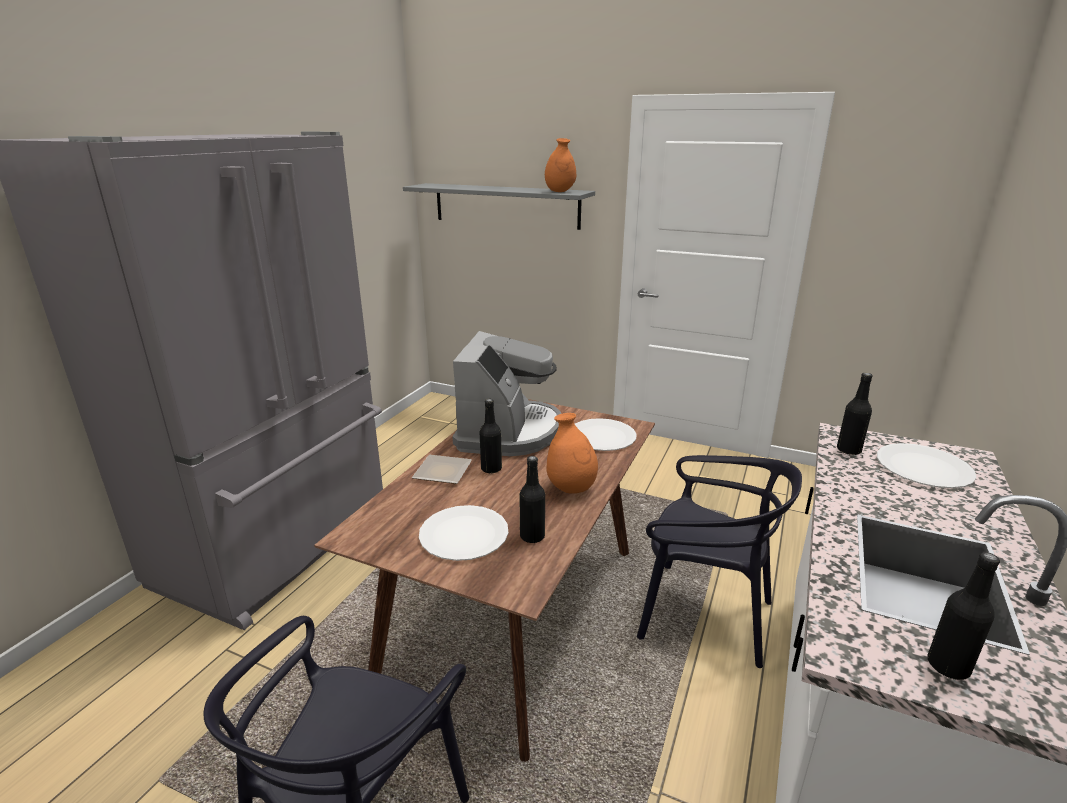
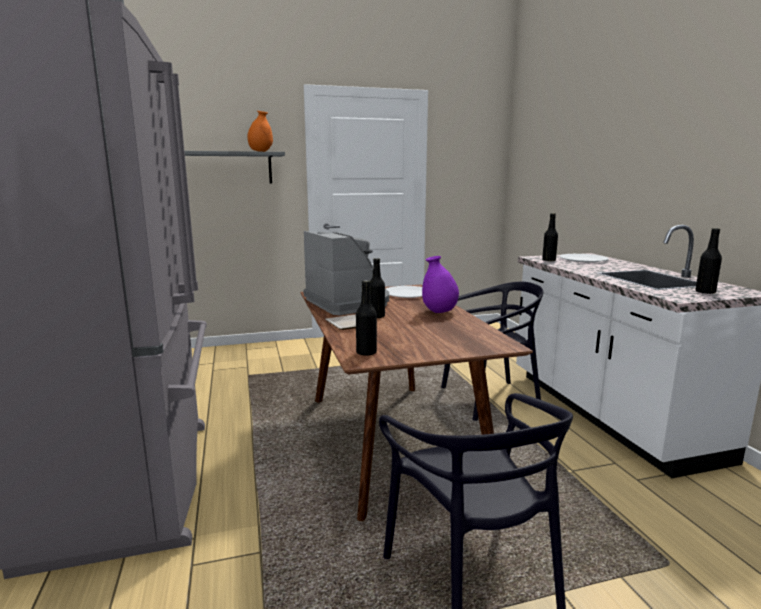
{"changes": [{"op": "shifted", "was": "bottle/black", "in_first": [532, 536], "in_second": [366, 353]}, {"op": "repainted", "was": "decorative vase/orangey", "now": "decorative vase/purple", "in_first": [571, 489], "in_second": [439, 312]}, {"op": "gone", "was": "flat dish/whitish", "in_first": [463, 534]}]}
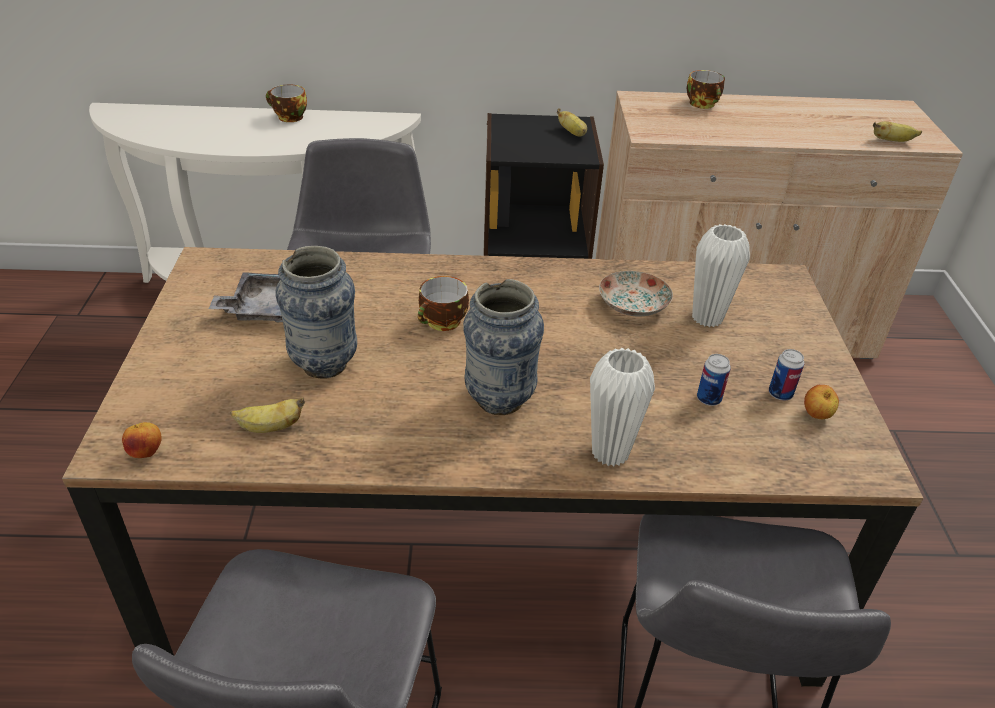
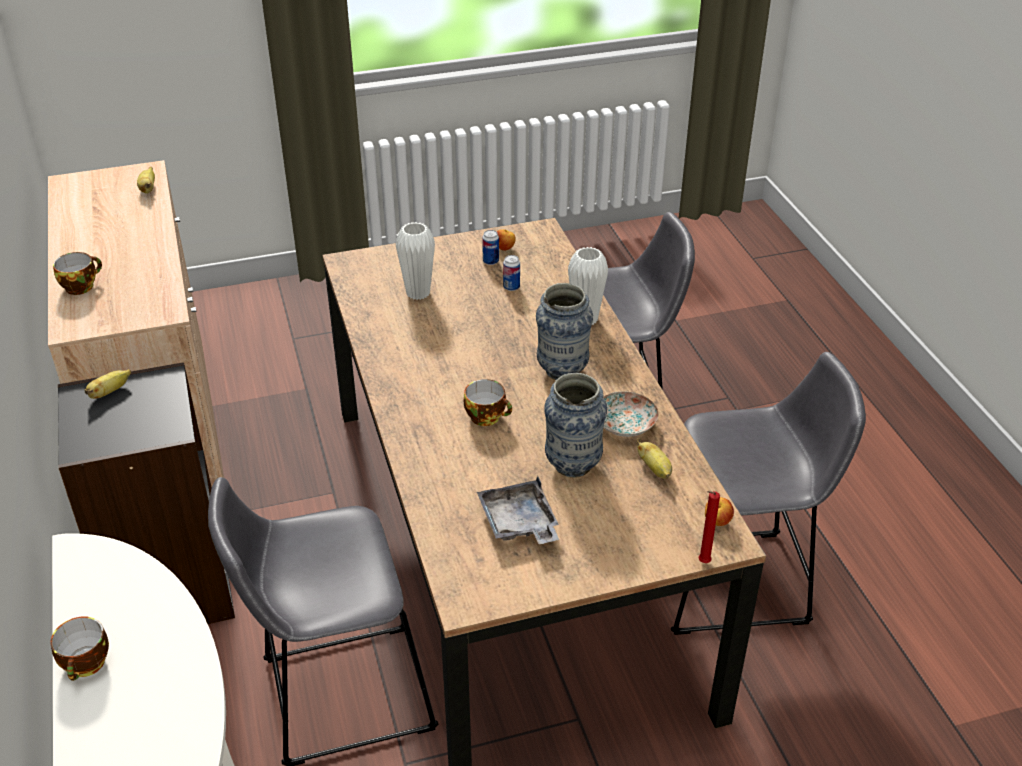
{"changes": [{"op": "shifted", "was": "flat dish", "in_first": [632, 306], "in_second": [625, 424]}, {"op": "new", "now": "wax candle/reddish", "in_second": [702, 563]}]}
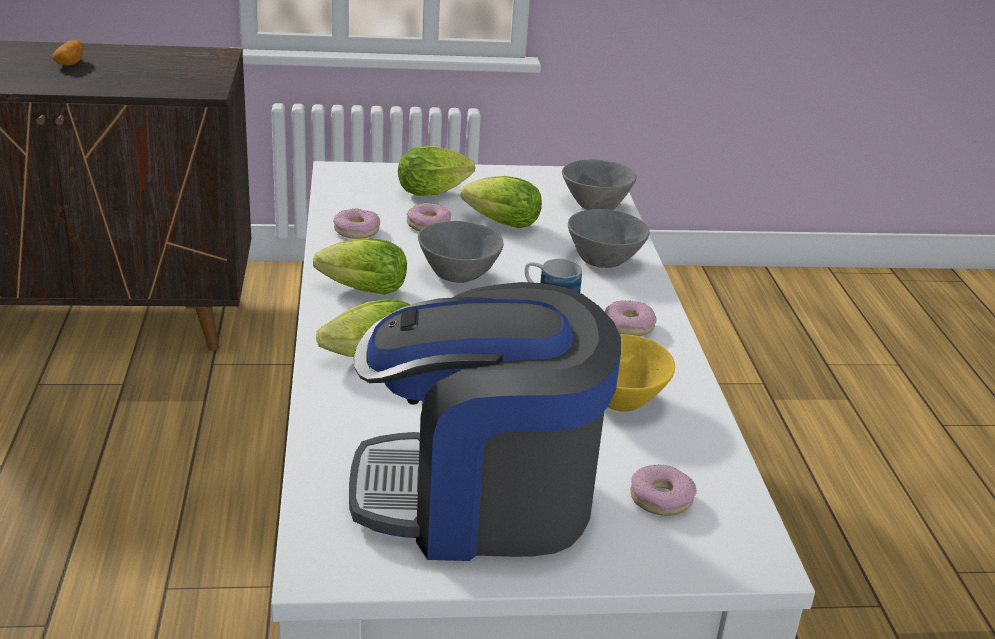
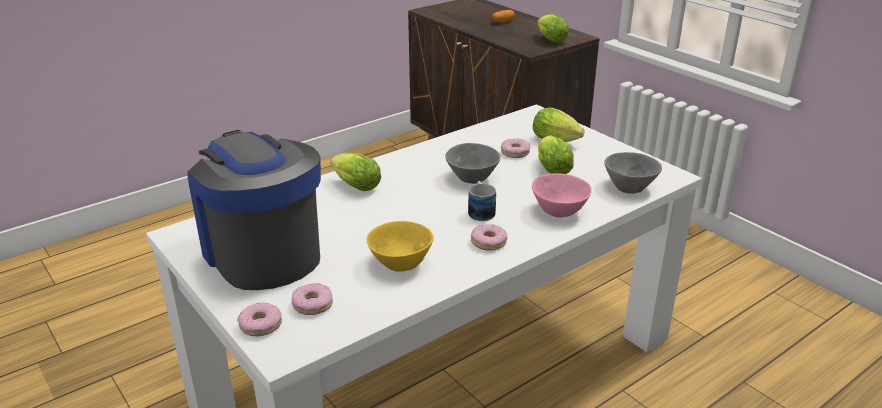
{"changes": [{"op": "shifted", "was": "donut", "in_first": [356, 230], "in_second": [260, 325]}, {"op": "repainted", "was": "serving bowl/greyish", "now": "serving bowl/pink", "in_first": [605, 261], "in_second": [558, 212]}, {"op": "shifted", "was": "lettuce", "in_first": [359, 290], "in_second": [549, 39]}]}
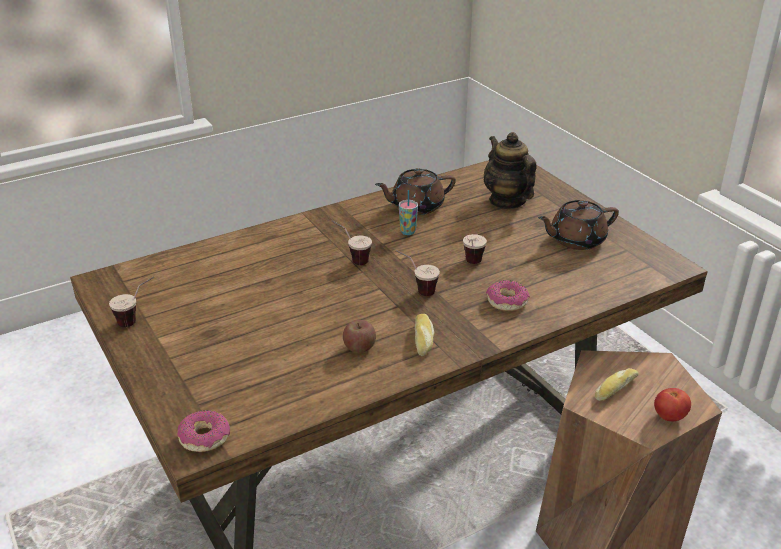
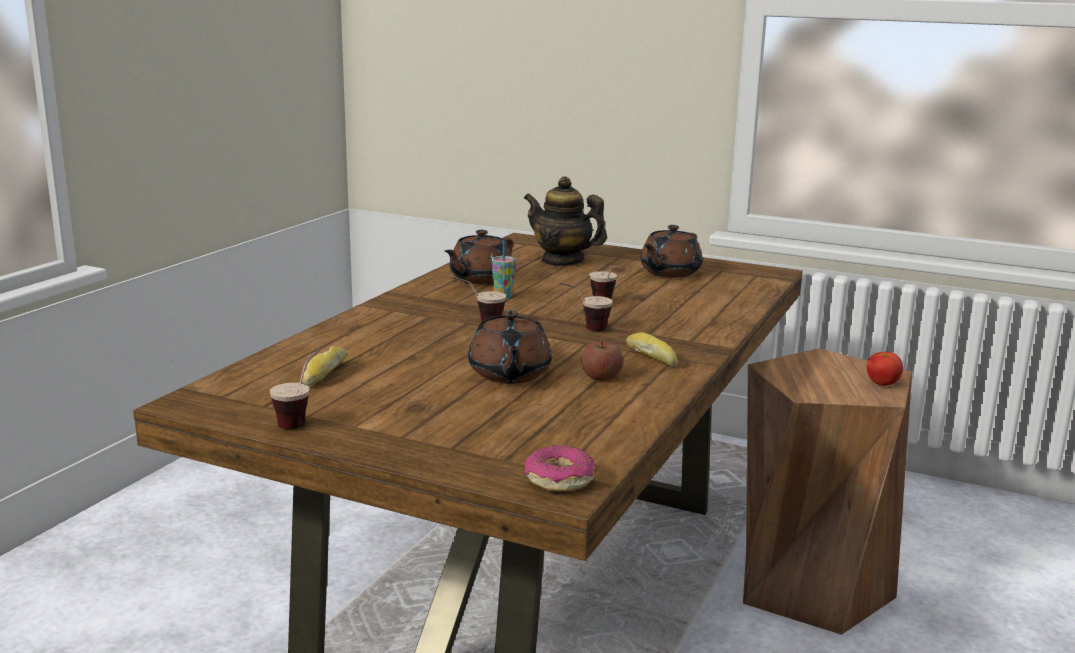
{"changes": [{"op": "shifted", "was": "bakery bread", "in_first": [614, 388], "in_second": [323, 374]}, {"op": "new", "now": "teapot/brown", "in_second": [509, 374]}, {"op": "gone", "was": "donut", "in_first": [507, 301]}]}
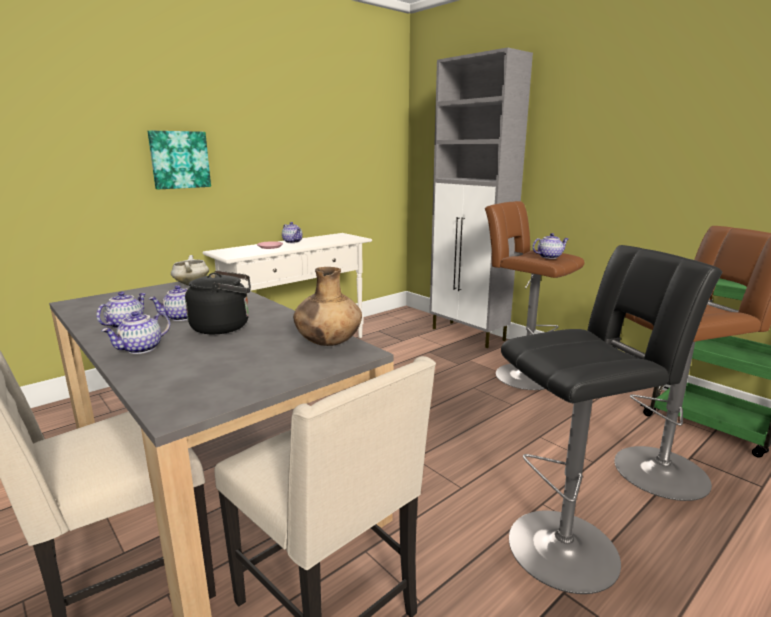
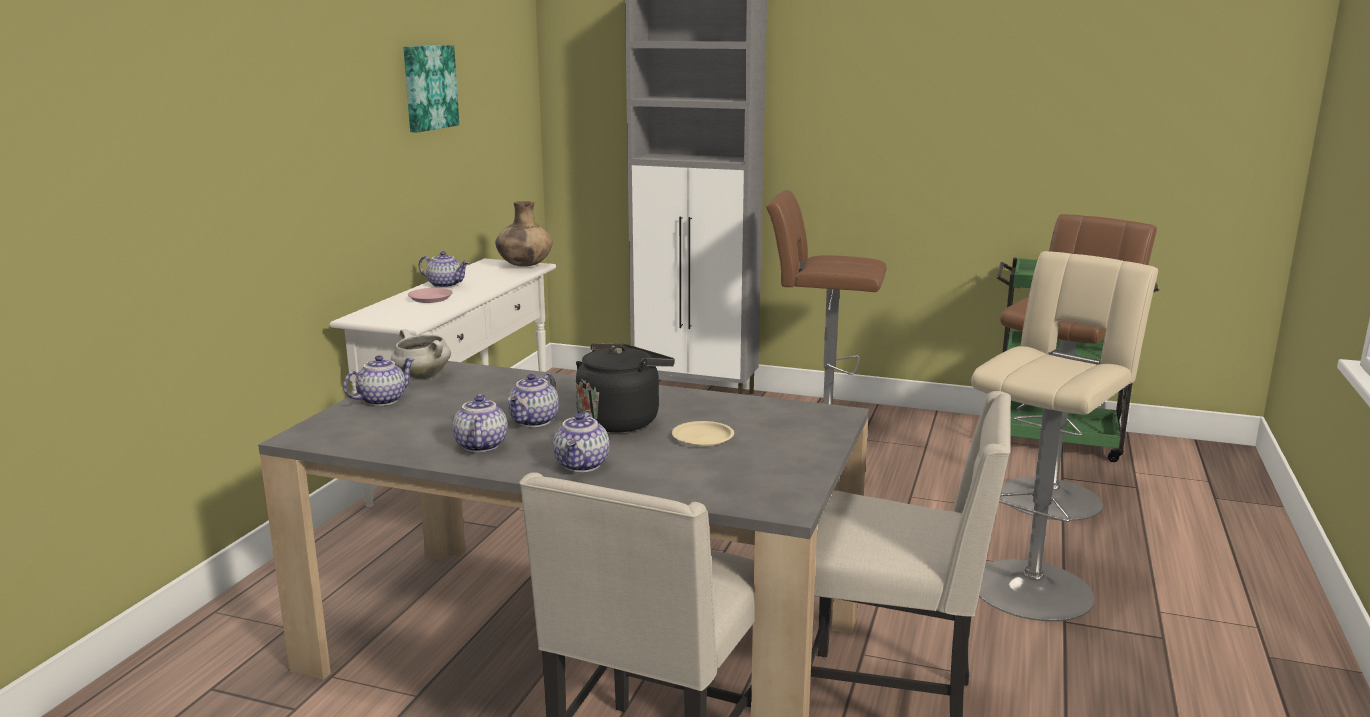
{"changes": [{"op": "shifted", "was": "teapot", "in_first": [549, 257], "in_second": [382, 400]}, {"op": "shifted", "was": "wall art", "in_first": [179, 160], "in_second": [428, 87]}, {"op": "shifted", "was": "decorative vase/brown", "in_first": [328, 343], "in_second": [524, 266]}, {"op": "new", "now": "flat dish/beige", "in_second": [703, 438]}, {"op": "repainted", "was": "stool/black", "now": "stool/beige", "in_first": [569, 546], "in_second": [1035, 585]}]}
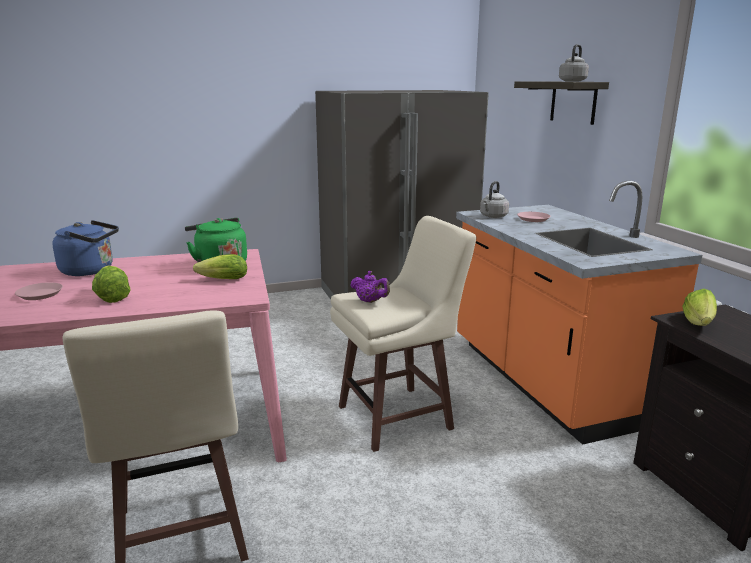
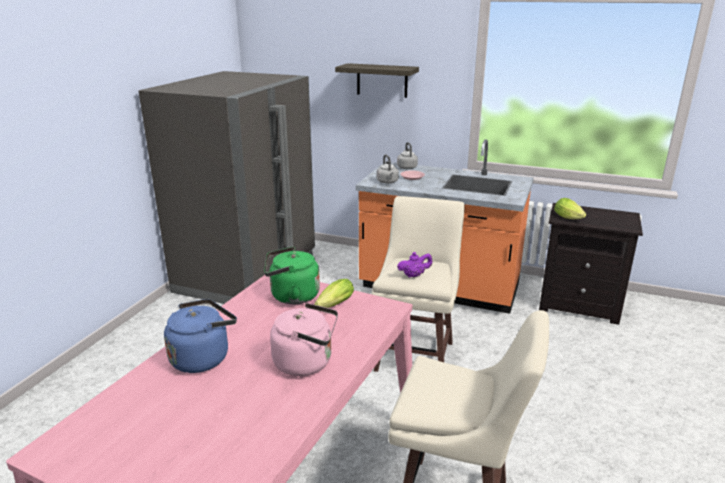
{"changes": [{"op": "swapped", "was": "lettuce", "now": "tea kettle/pink", "in_first": [112, 297], "in_second": [307, 362]}, {"op": "shifted", "was": "tea kettle/greyish", "in_first": [573, 81], "in_second": [406, 167]}, {"op": "gone", "was": "flat dish/pink", "in_first": [40, 294]}]}
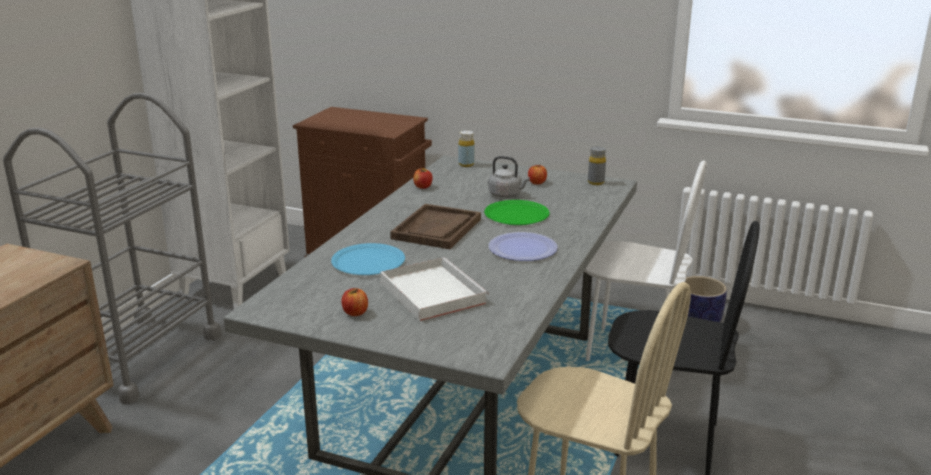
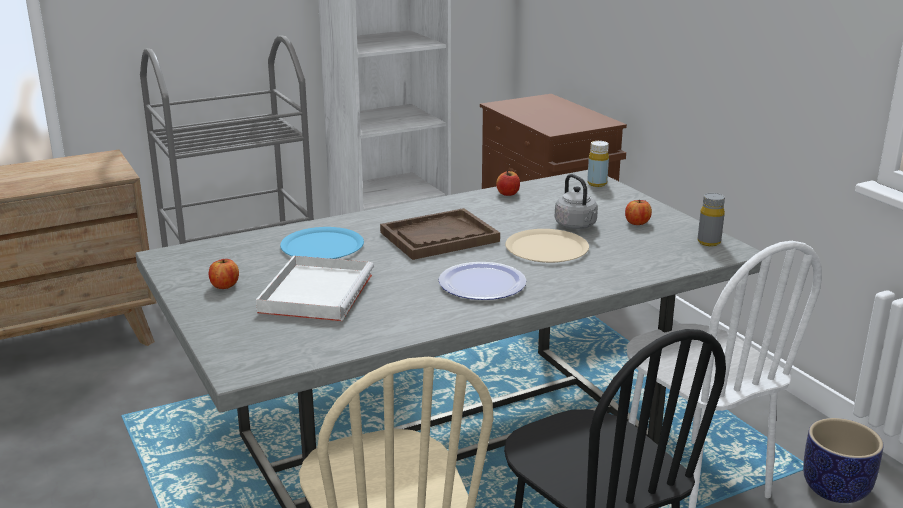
{"changes": [{"op": "repainted", "was": "flat dish/green", "now": "flat dish/beige", "in_first": [516, 214], "in_second": [547, 248]}]}
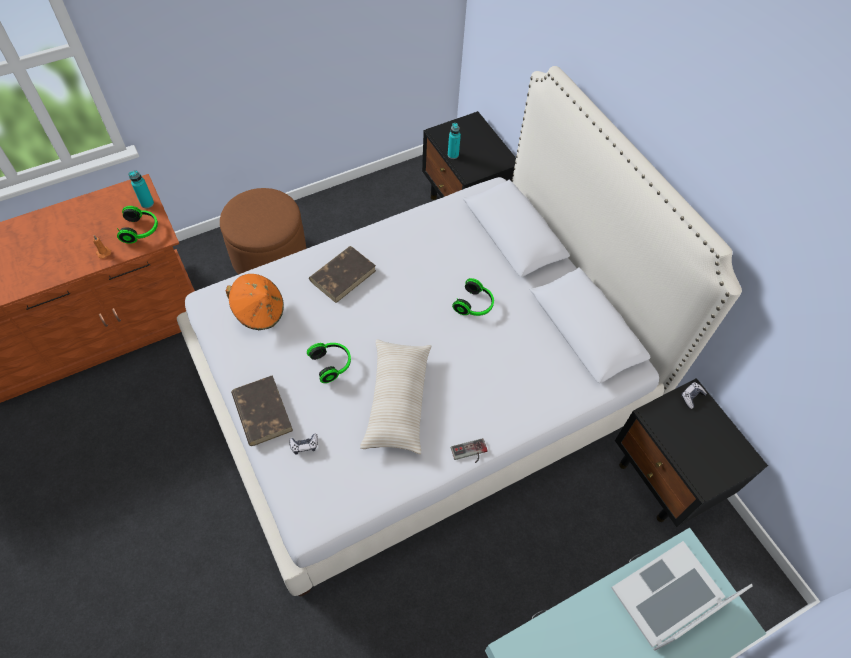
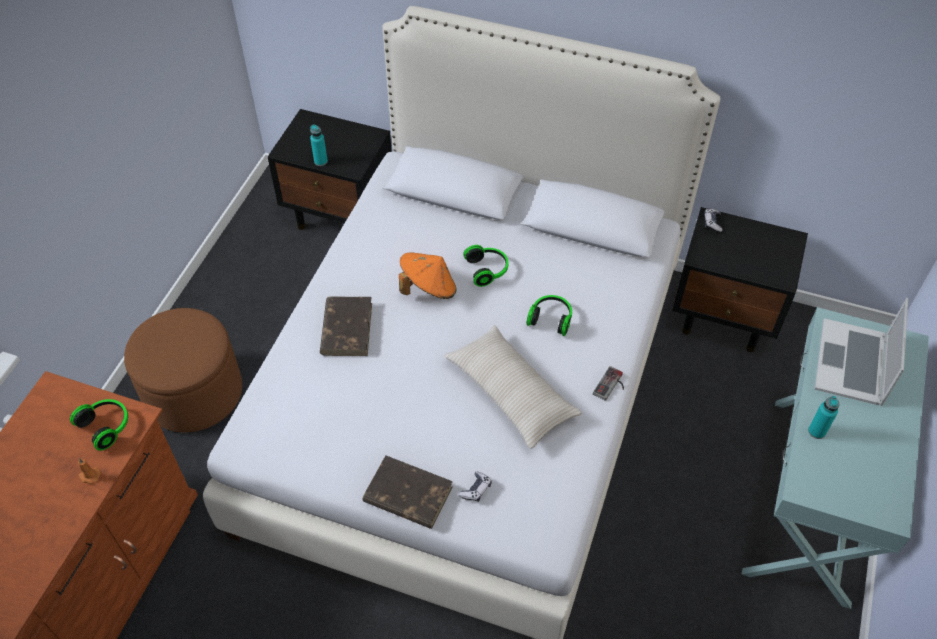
{"changes": [{"op": "shifted", "was": "hat/orangey", "in_first": [259, 312], "in_second": [428, 288]}, {"op": "shifted", "was": "headset", "in_first": [332, 364], "in_second": [551, 319]}, {"op": "shifted", "was": "bottle/turquoise-coloured", "in_first": [147, 203], "in_second": [817, 431]}]}
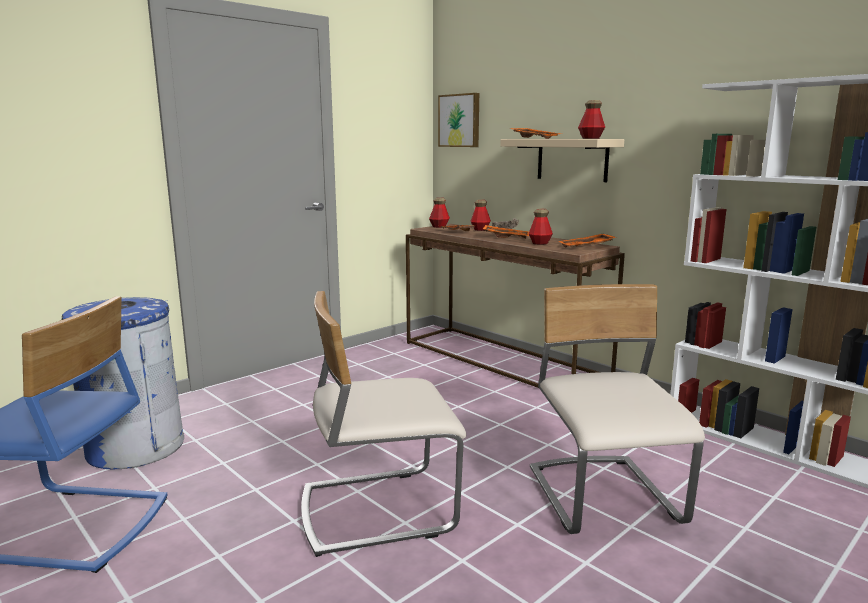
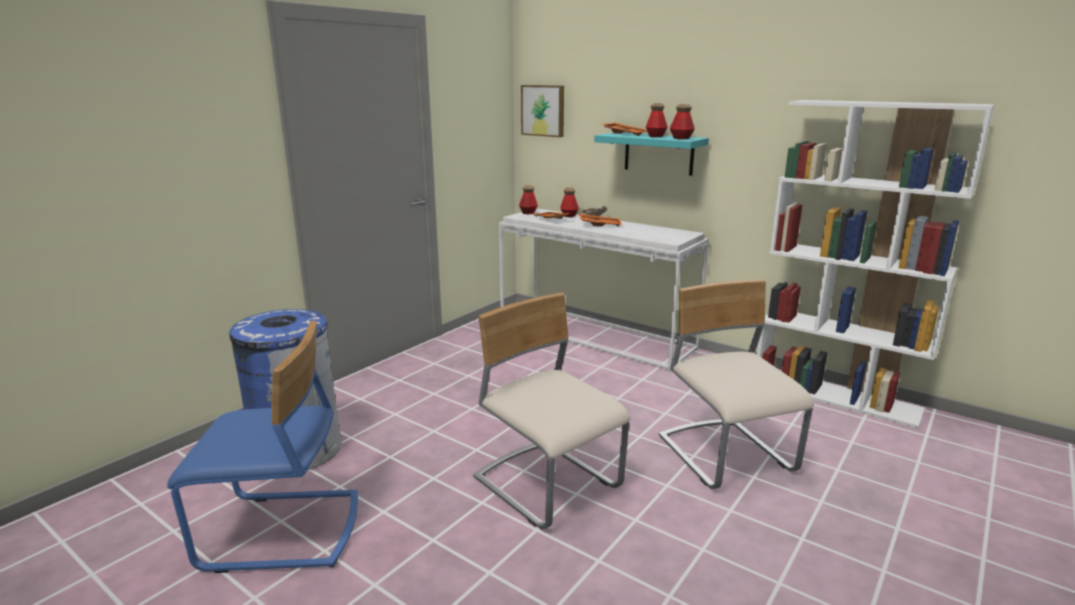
{"changes": [{"op": "rotated", "was": "plain chair/beige", "in_first": [377, 509], "in_second": [547, 484], "clockwise": 75}, {"op": "repainted", "was": "hall table/brown", "now": "hall table/whitish", "in_first": [504, 360], "in_second": [596, 335]}, {"op": "repainted", "was": "wall shelf/beige", "now": "wall shelf/turquoise-coloured", "in_first": [572, 159], "in_second": [658, 153]}, {"op": "shifted", "was": "bottle", "in_first": [540, 243], "in_second": [656, 136]}, {"op": "gone", "was": "serving tray/orangey", "in_first": [587, 247]}]}
